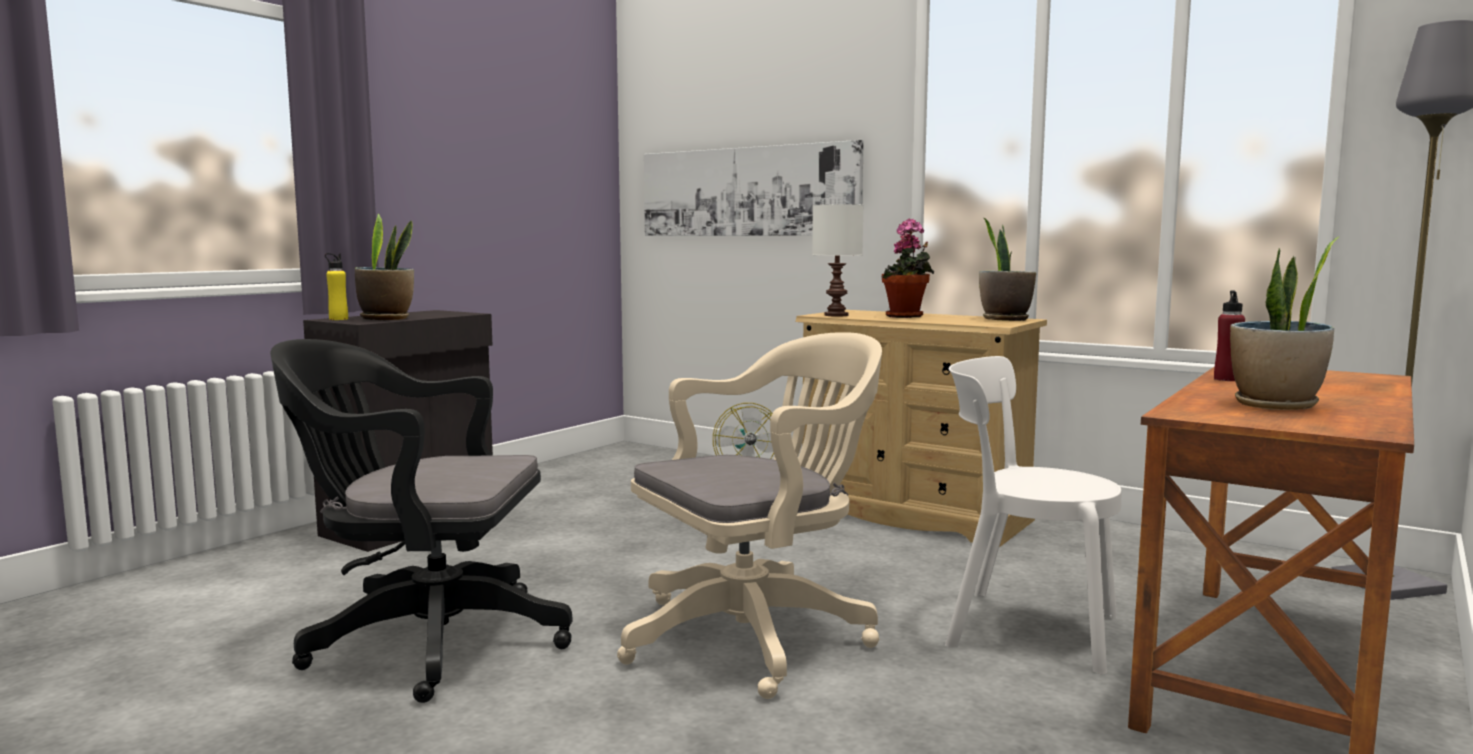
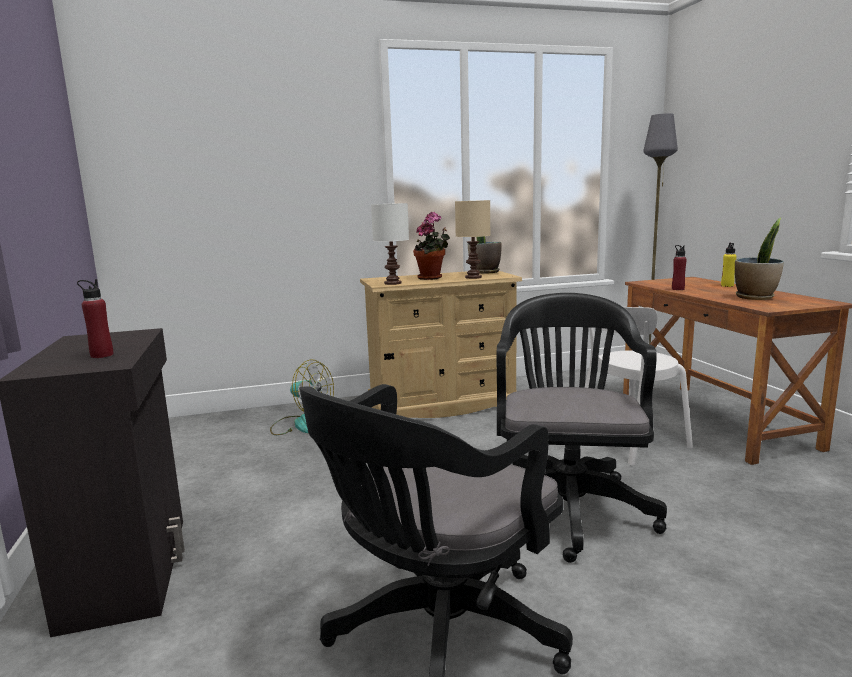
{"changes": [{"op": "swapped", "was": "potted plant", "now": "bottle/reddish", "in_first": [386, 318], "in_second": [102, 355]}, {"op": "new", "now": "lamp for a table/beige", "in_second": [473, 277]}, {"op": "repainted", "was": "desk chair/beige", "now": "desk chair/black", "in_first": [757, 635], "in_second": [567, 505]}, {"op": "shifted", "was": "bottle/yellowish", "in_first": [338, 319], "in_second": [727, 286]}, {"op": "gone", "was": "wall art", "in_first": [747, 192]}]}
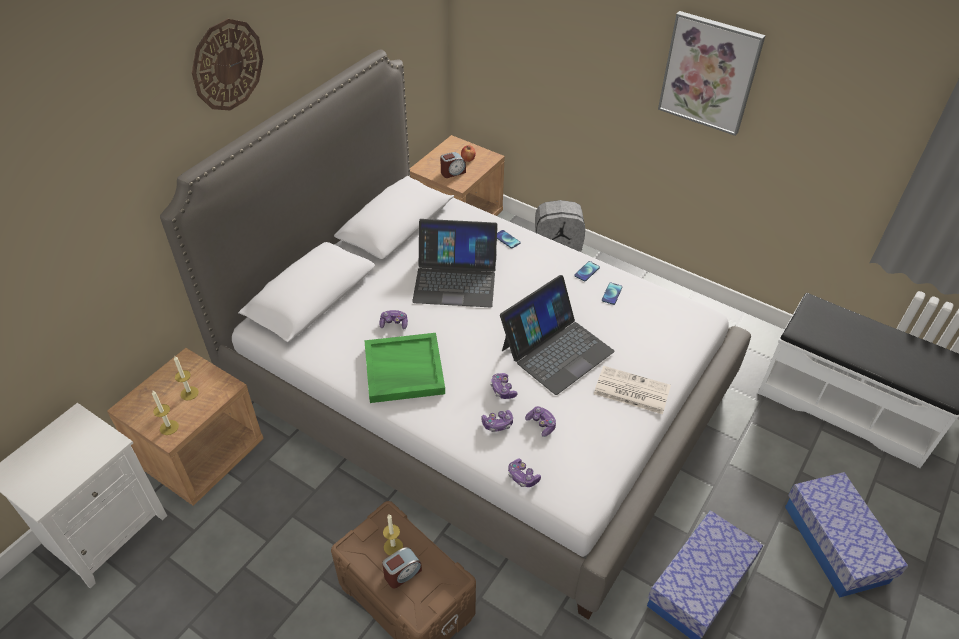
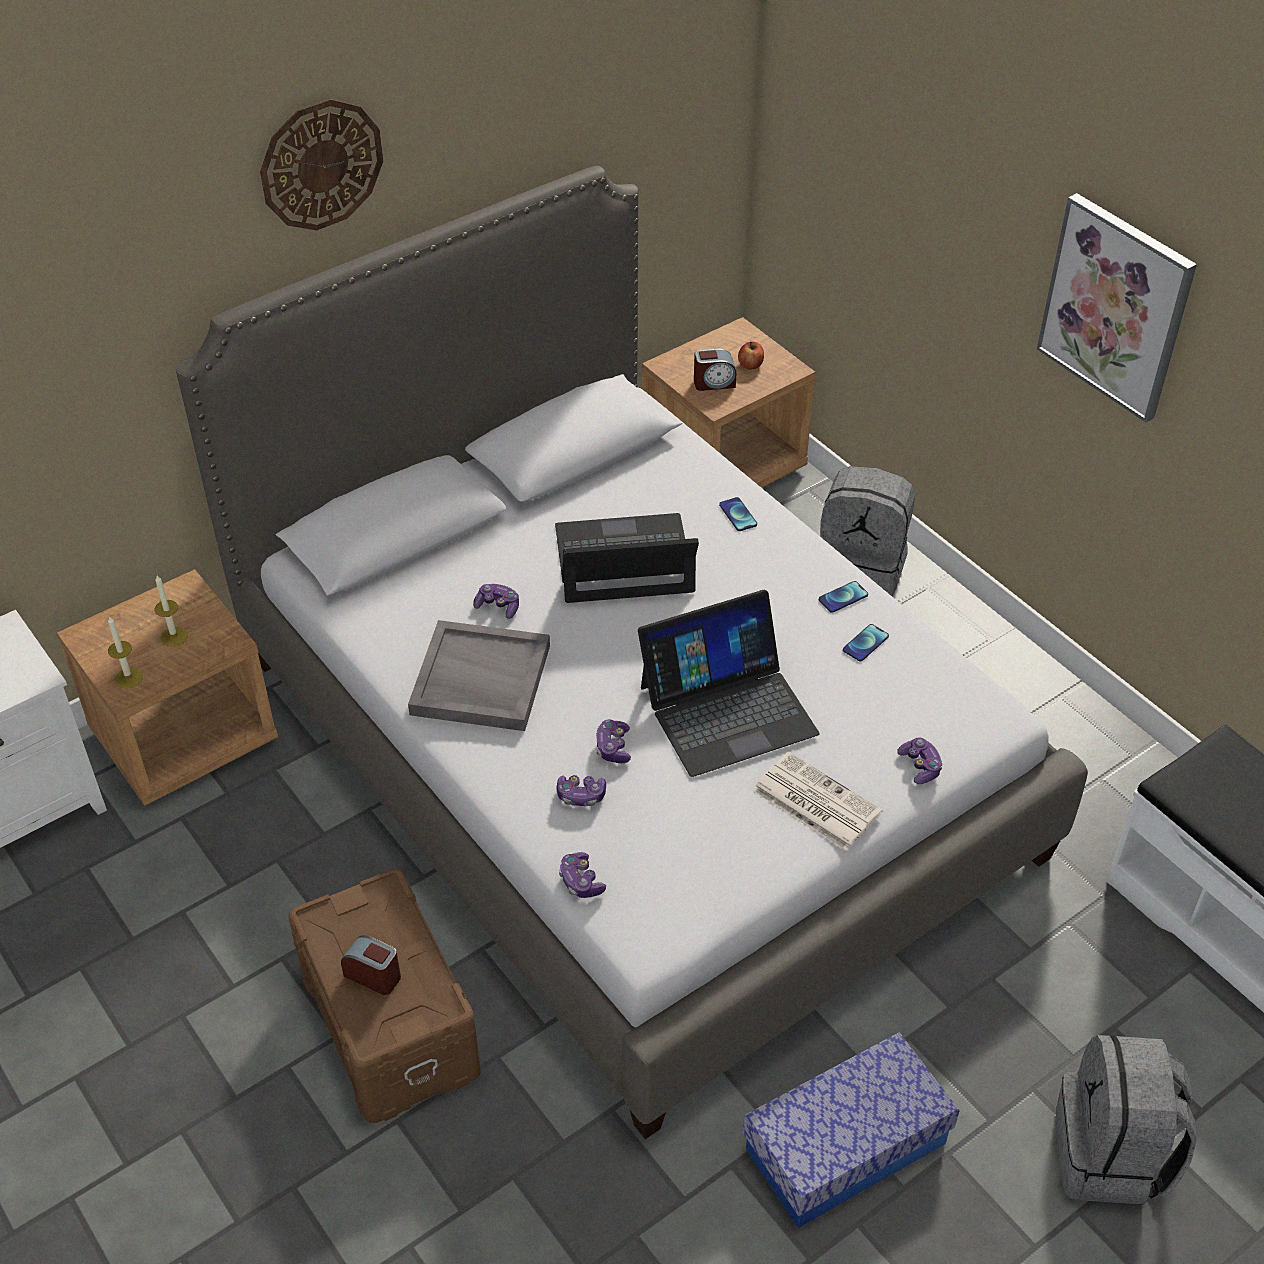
{"changes": [{"op": "rotated", "was": "alarm clock", "in_first": [402, 573], "in_second": [373, 975], "clockwise": -135}, {"op": "repainted", "was": "serving tray/green", "now": "serving tray/greyish", "in_first": [403, 370], "in_second": [479, 680]}, {"op": "rotated", "was": "portable computer", "in_first": [455, 279], "in_second": [624, 560], "clockwise": 150}, {"op": "shifted", "was": "joypad", "in_first": [541, 424], "in_second": [920, 766]}, {"op": "swapped", "was": "storage box", "now": "rucksack/greyish", "in_first": [835, 544], "in_second": [1111, 1156]}, {"op": "gone", "was": "wax candle", "in_first": [393, 546]}]}
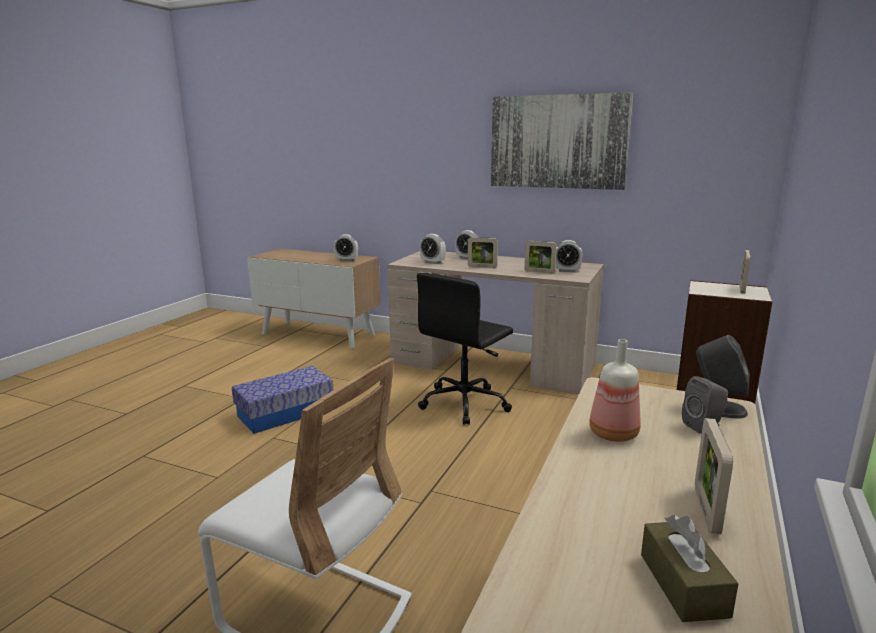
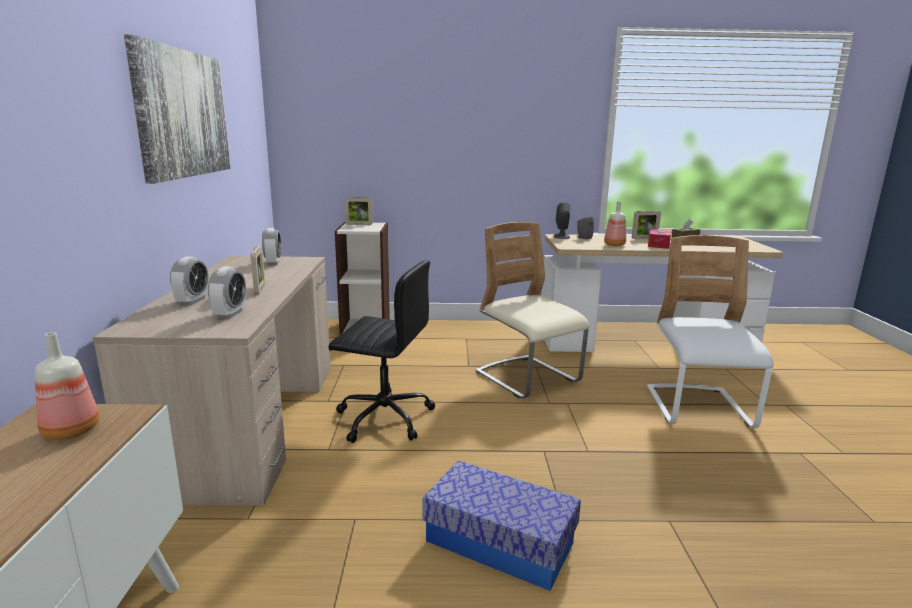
{"changes": [{"op": "swapped", "was": "alarm clock", "now": "bottle", "in_first": [346, 260], "in_second": [70, 430]}, {"op": "new", "now": "plain chair/beige", "in_second": [527, 378]}, {"op": "new", "now": "box of tissues", "in_second": [659, 244]}, {"op": "gone", "was": "picture frame", "in_first": [539, 272]}]}
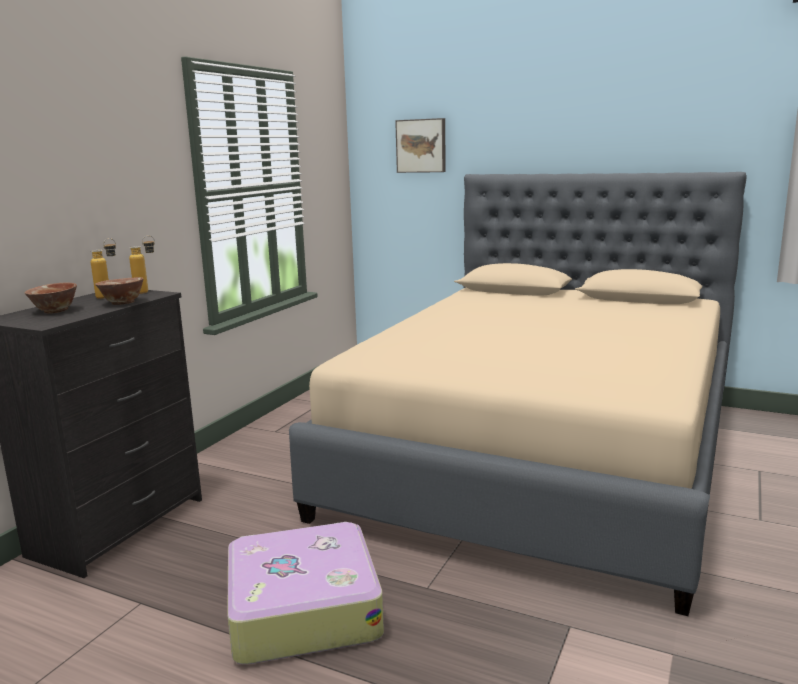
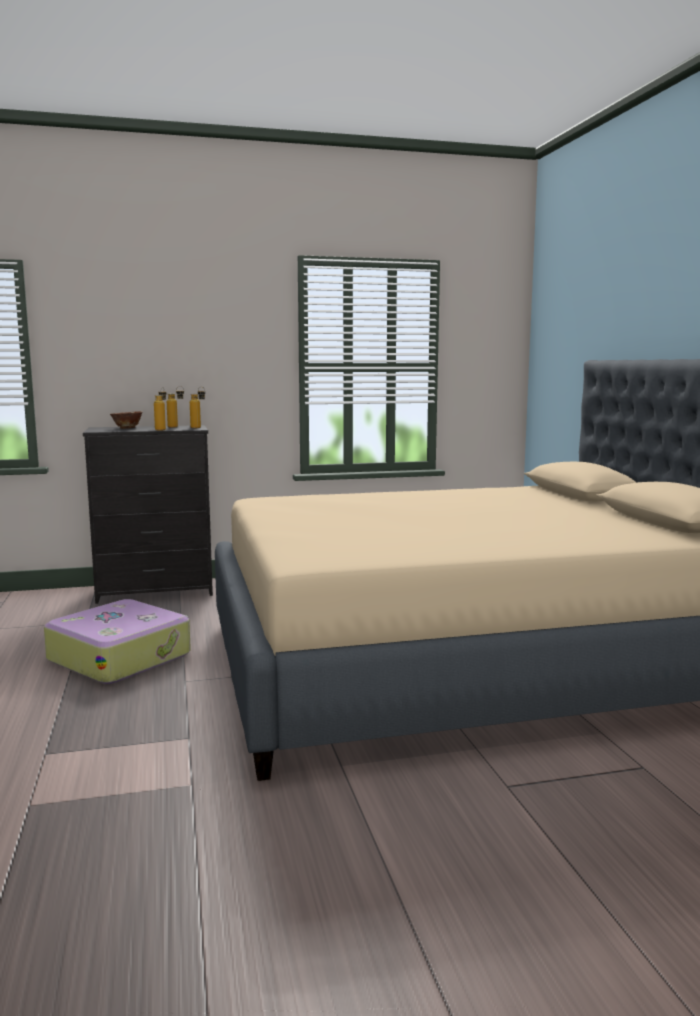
{"changes": [{"op": "swapped", "was": "serving bowl", "now": "bottle", "in_first": [122, 303], "in_second": [162, 429]}, {"op": "gone", "was": "wall art", "in_first": [421, 146]}]}
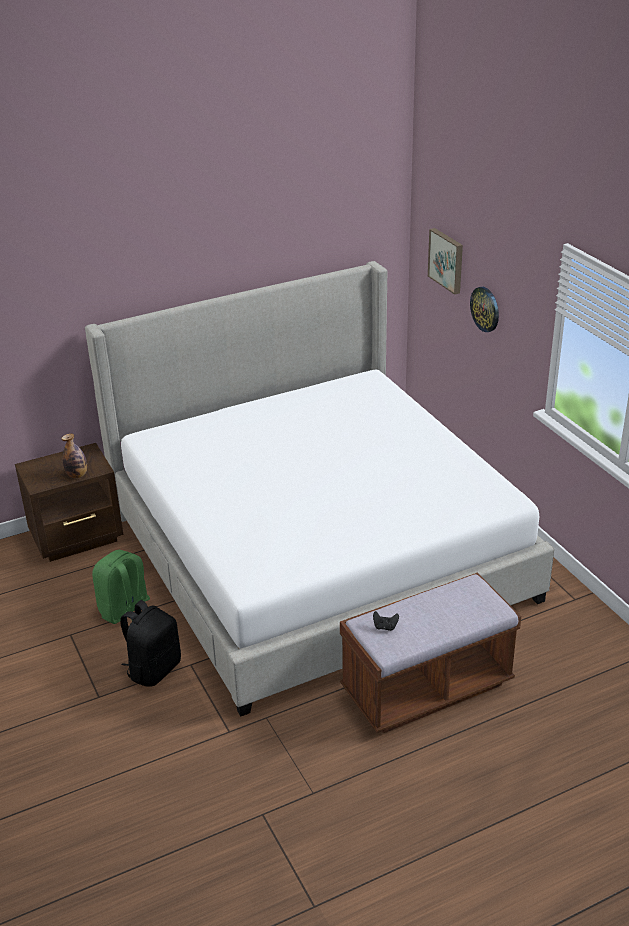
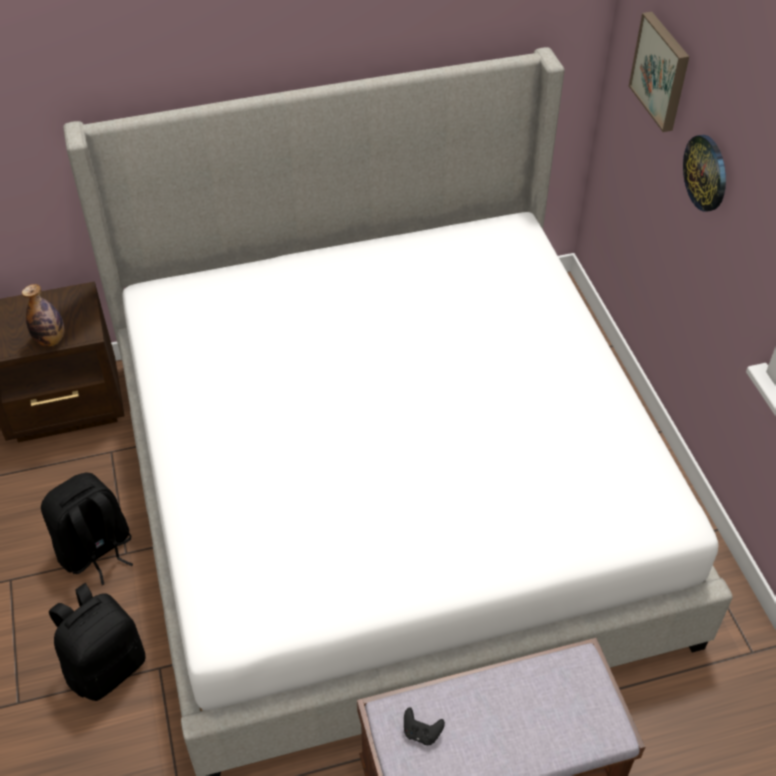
{"changes": [{"op": "repainted", "was": "rucksack/green", "now": "rucksack/black", "in_first": [125, 611], "in_second": [95, 551]}]}
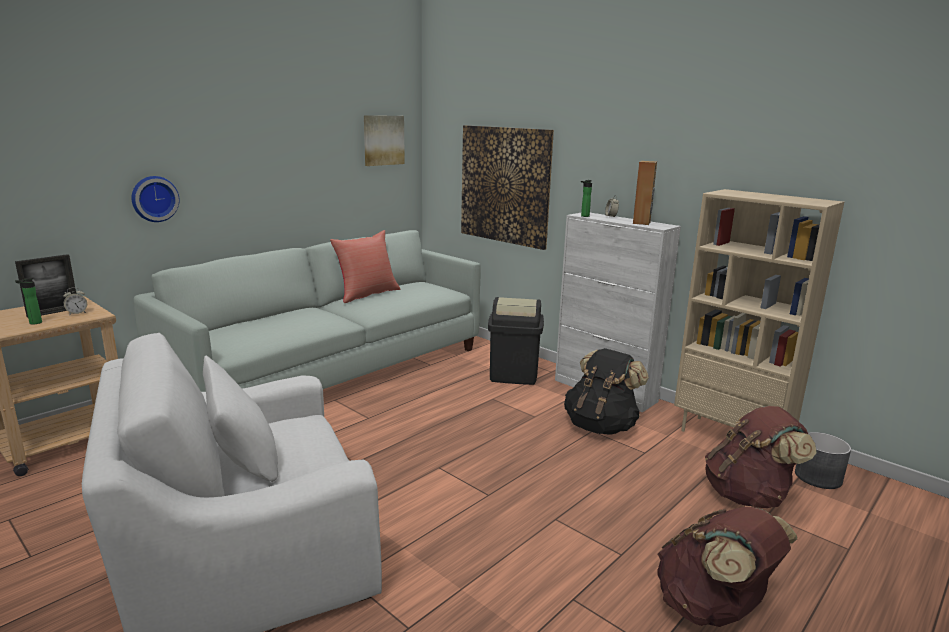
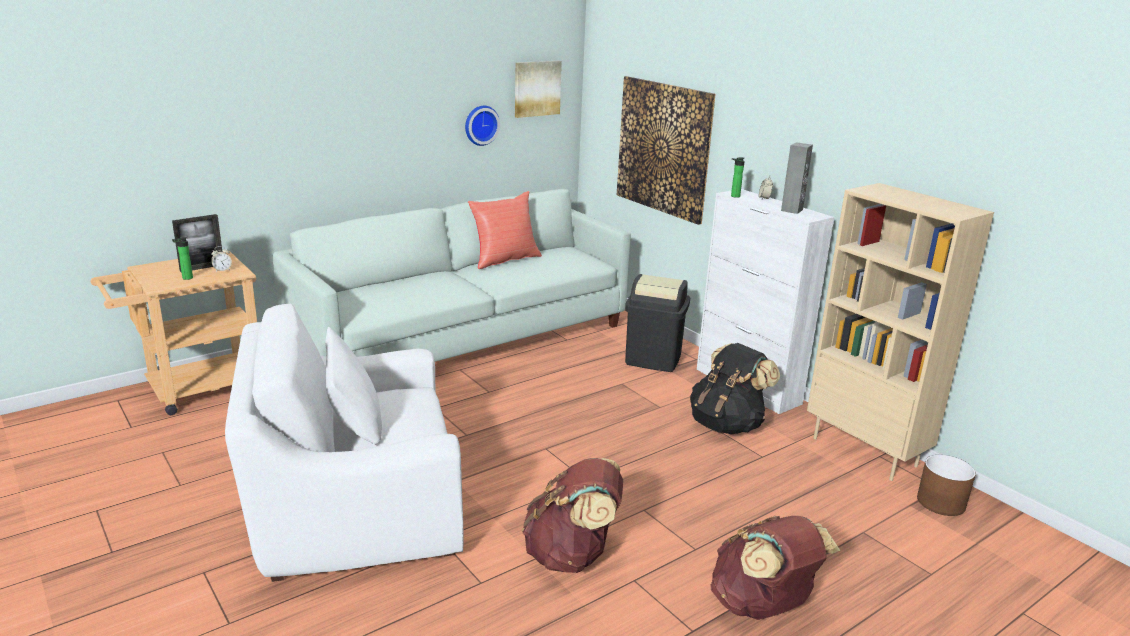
{"changes": [{"op": "shifted", "was": "clock on the wall", "in_first": [154, 198], "in_second": [480, 125]}, {"op": "shifted", "was": "rucksack/brown", "in_first": [748, 495], "in_second": [572, 555]}, {"op": "repainted", "was": "audio speaker/brown", "now": "audio speaker/greyish", "in_first": [641, 223], "in_second": [792, 210]}, {"op": "repainted", "was": "planter/greyish", "now": "planter/brown", "in_first": [818, 477], "in_second": [941, 502]}]}
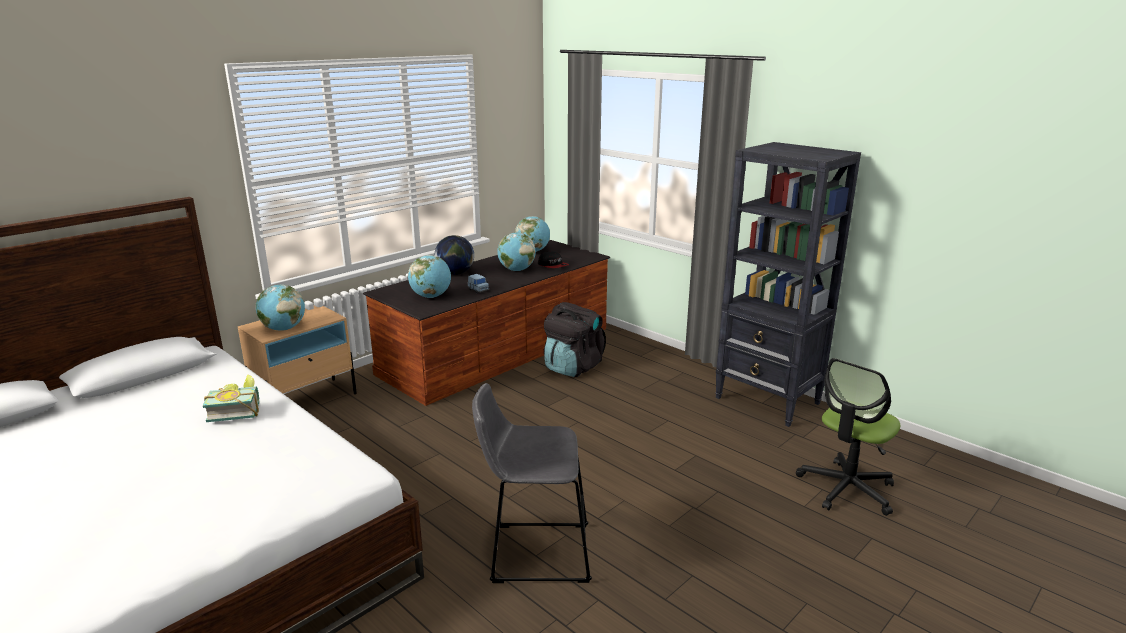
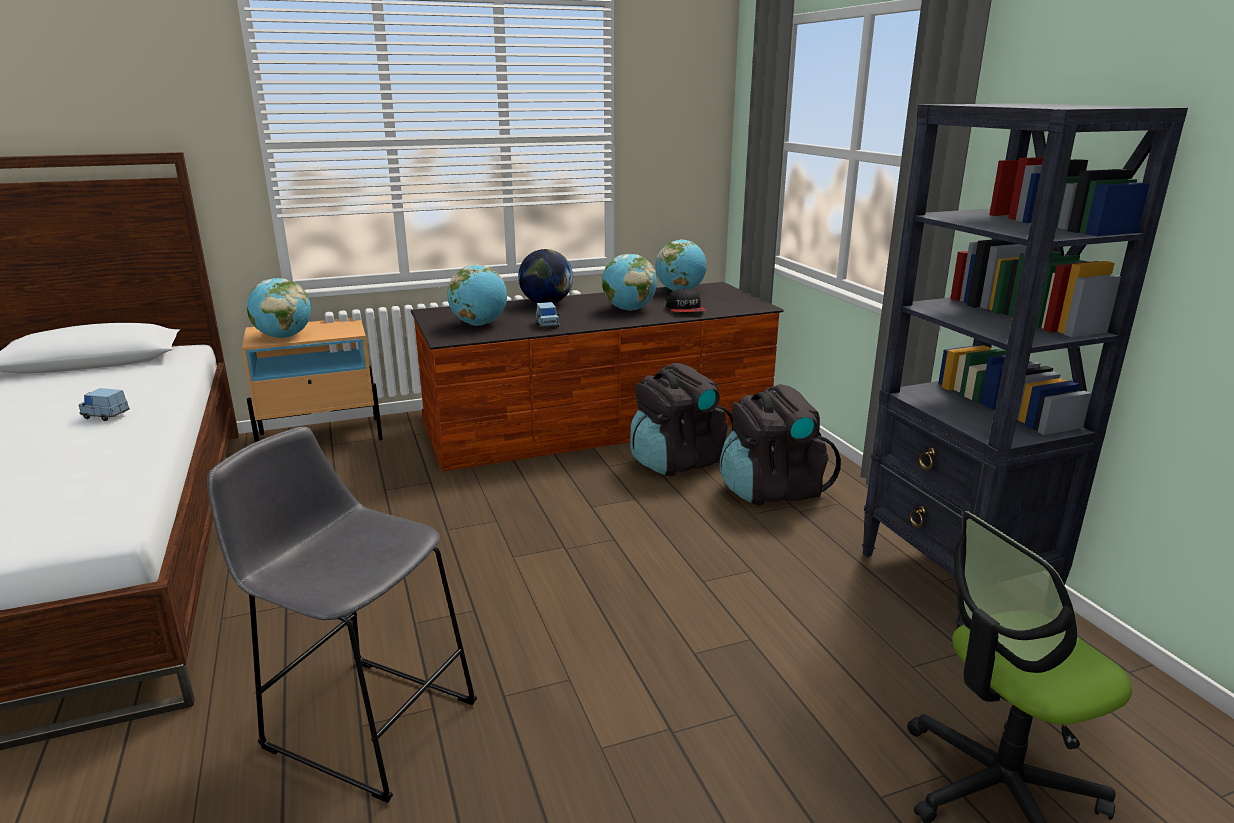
{"changes": [{"op": "swapped", "was": "volume", "now": "miniature car/bluish", "in_first": [235, 411], "in_second": [106, 415]}, {"op": "new", "now": "rucksack/black", "in_second": [771, 490]}]}
